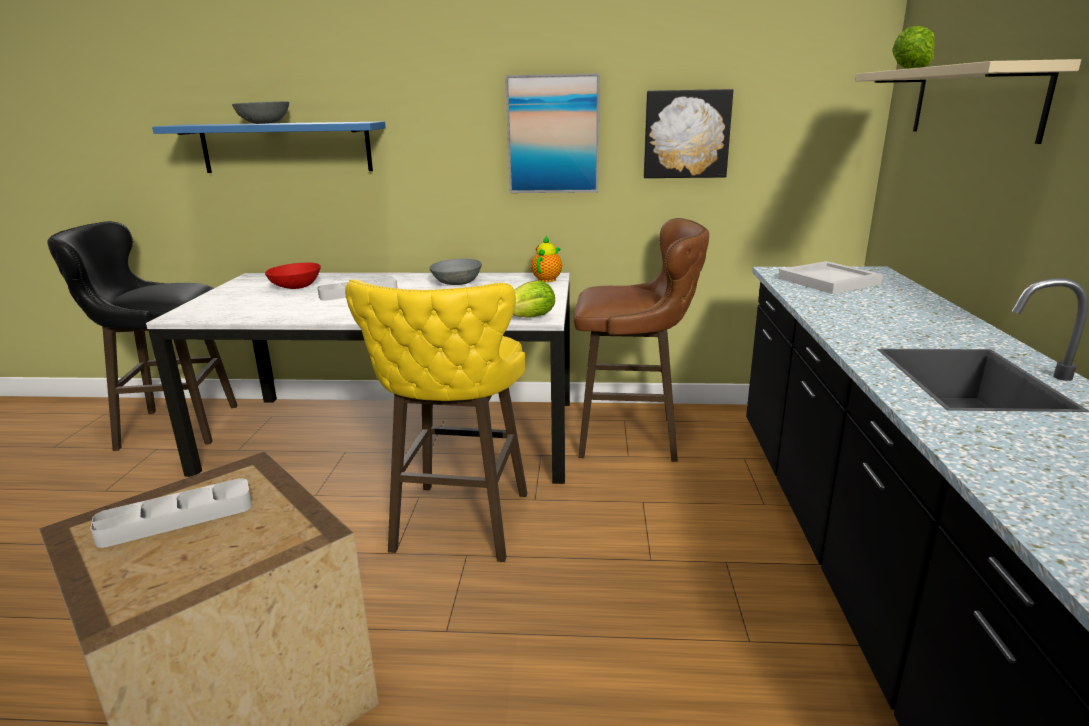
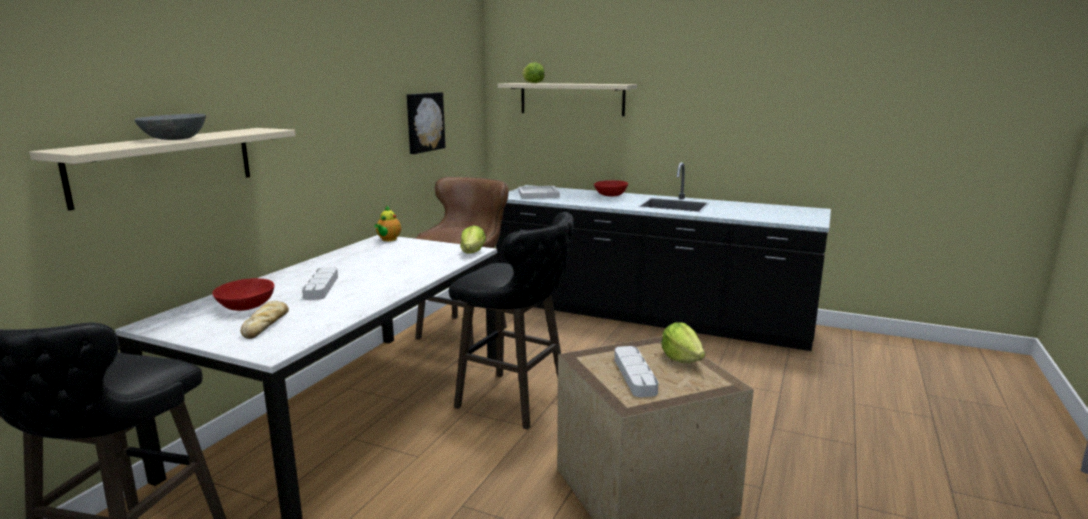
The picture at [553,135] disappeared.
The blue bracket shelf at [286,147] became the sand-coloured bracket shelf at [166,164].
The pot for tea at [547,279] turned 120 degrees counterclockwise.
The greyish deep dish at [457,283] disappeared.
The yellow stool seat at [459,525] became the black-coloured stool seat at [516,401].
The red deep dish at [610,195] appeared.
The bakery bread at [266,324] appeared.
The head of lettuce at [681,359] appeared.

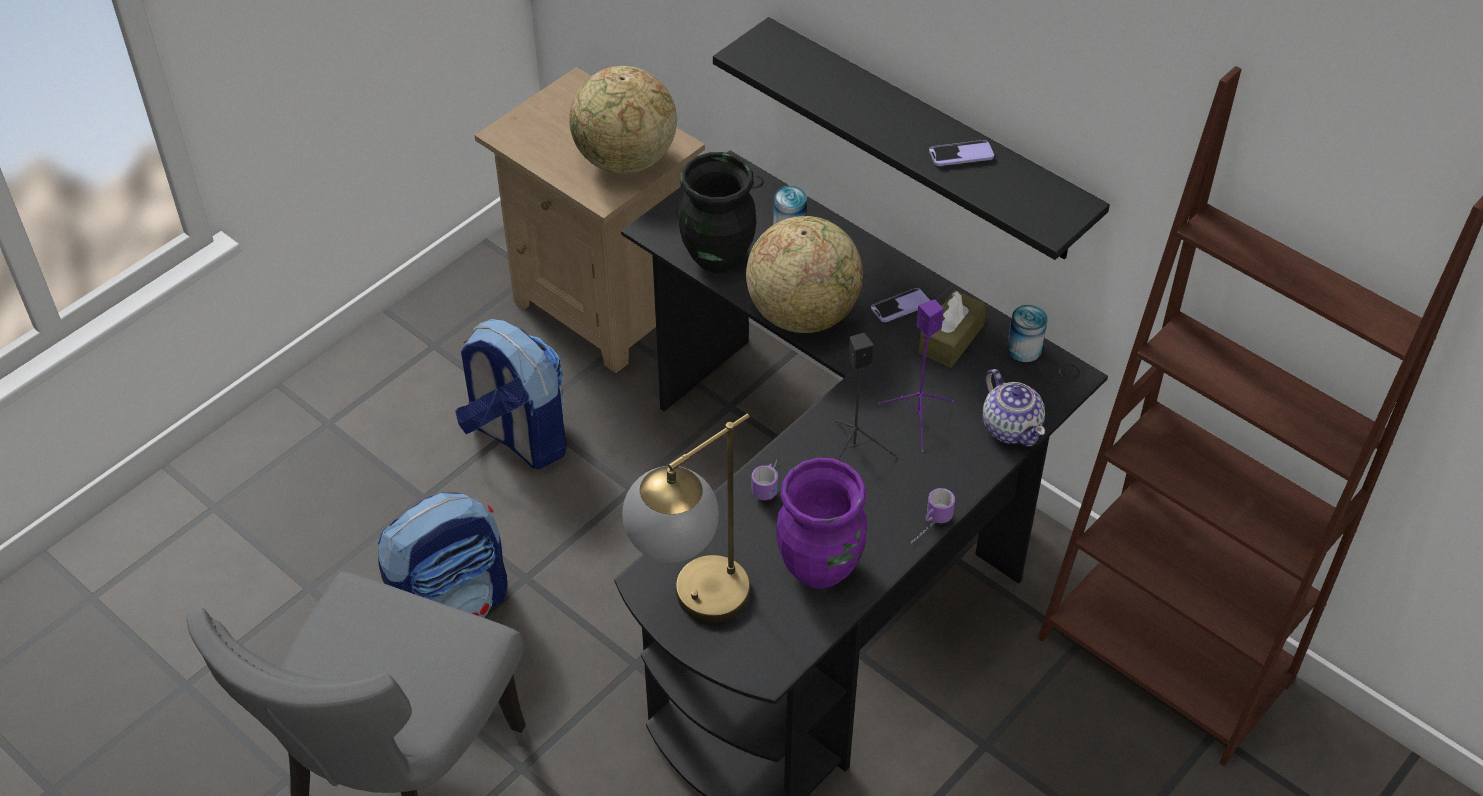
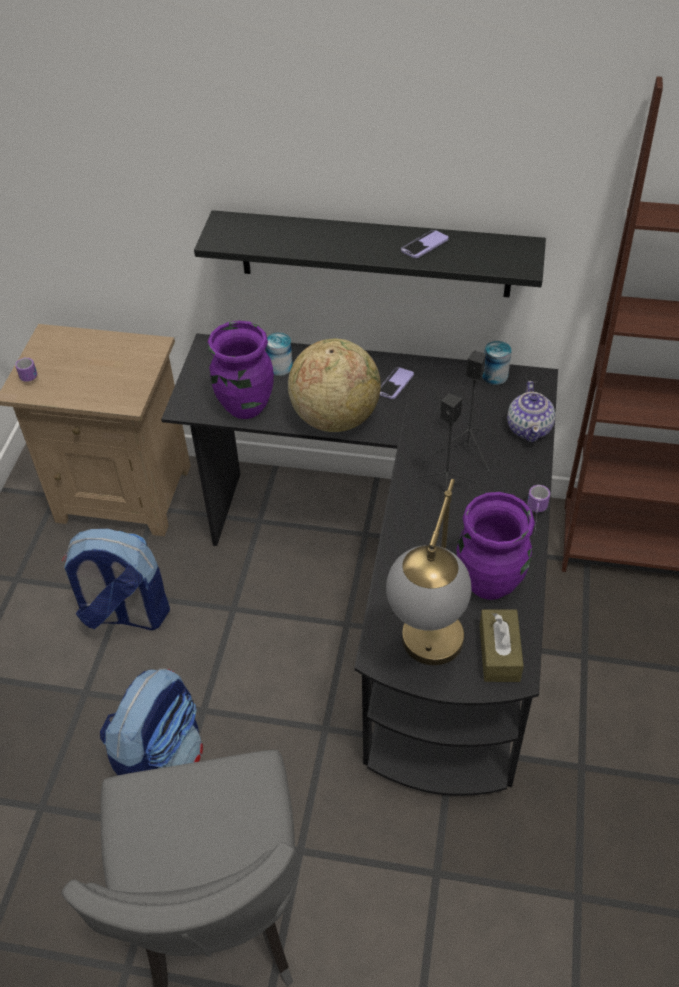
The globe at [625,160] disappeared.
The black-coloured decorative vase at [717,256] became the purple-coloured decorative vase at [245,406].
The brown tissue box moved from [951,339] to [499,653].
The purple-coloured loudspeaker at [918,419] became the black-coloured loudspeaker at [468,451].
The pot for tea at [1011,427] turned 60 degrees clockwise.
The coffee mug moved from [769,483] to [29,373].

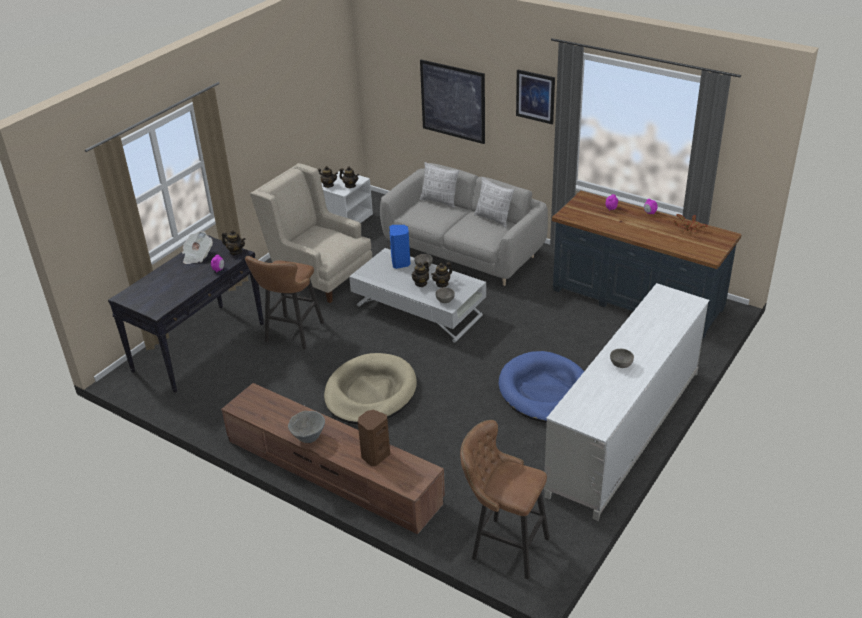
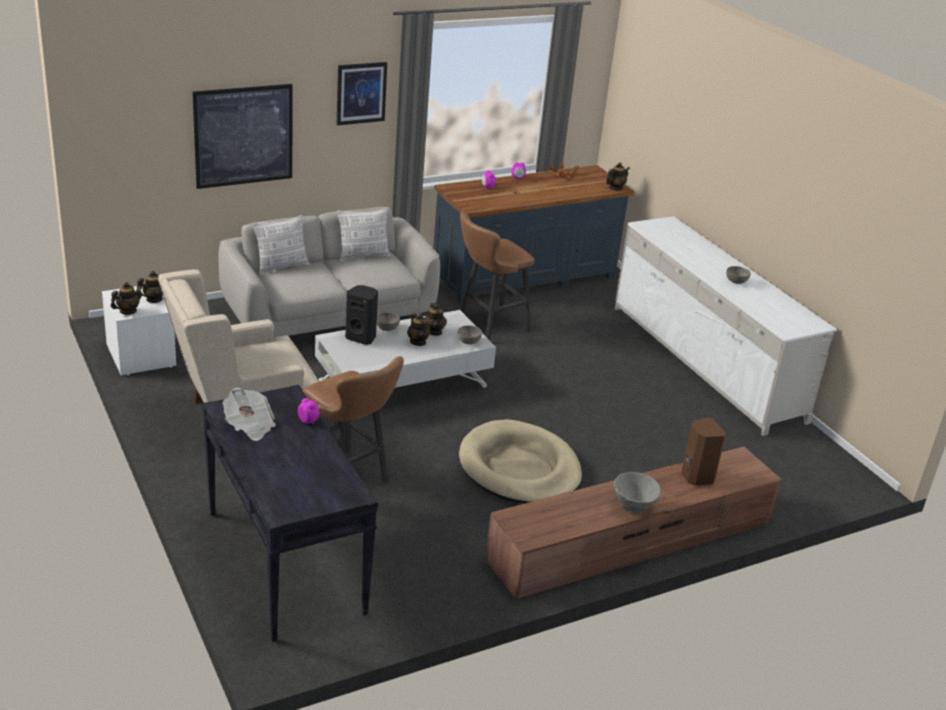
The blue loudspeaker at [401,263] became the black-coloured loudspeaker at [361,337].
The pot for tea moved from [236,252] to [615,188].
The blue dog cushion at [545,391] disappeared.
The brown stool seat moved from [502,545] to [487,328].

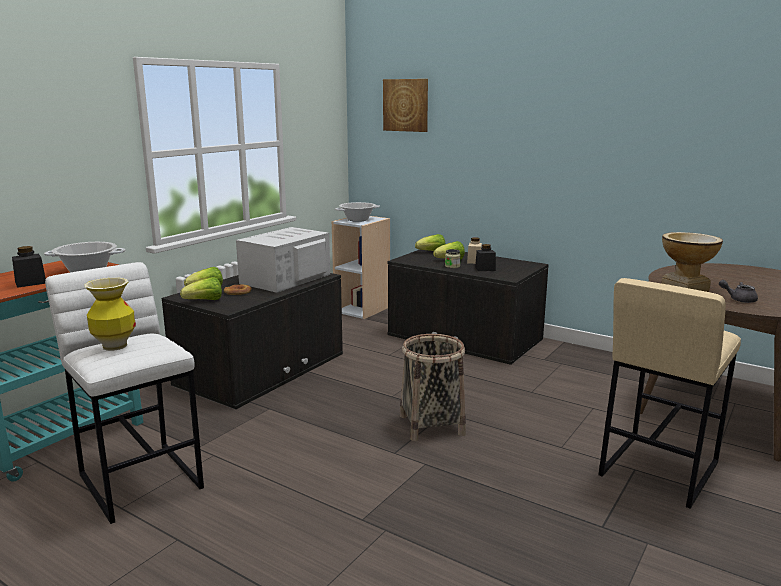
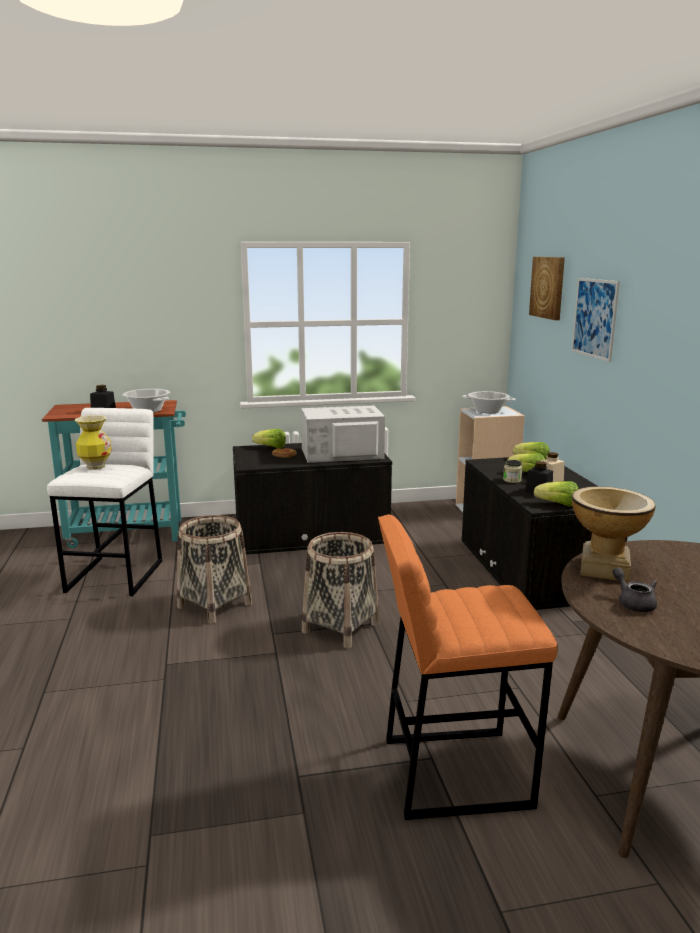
The head of lettuce moved from [204,301] to [558,504].
The sand-coloured stool seat at [658,470] became the orange-coloured stool seat at [452,773].
The picture at [594,318] appeared.
The household basket at [214,605] appeared.

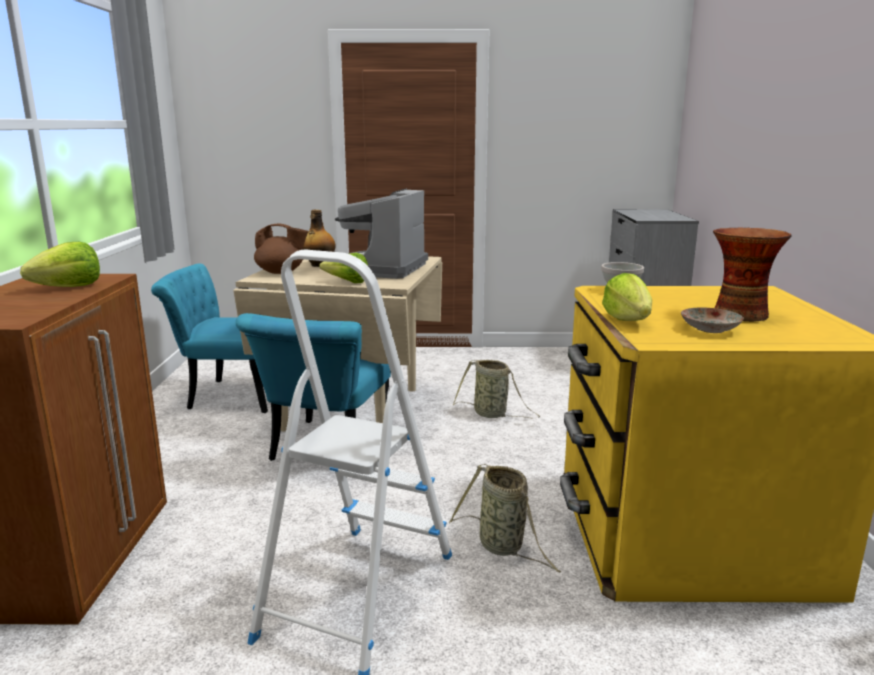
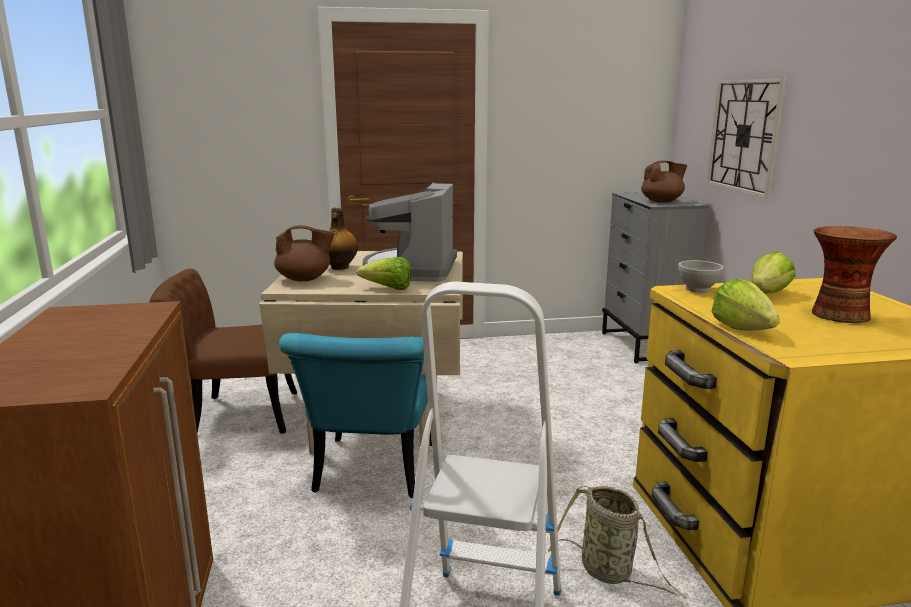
The head of lettuce moved from [69,287] to [767,293].
The turquoise-coloured plain chair at [229,395] became the brown plain chair at [233,414].
The flat dish at [709,329] disappeared.
The household basket at [492,414] disappeared.
The wall clock at [745,136] appeared.
The brown pot for tea at [662,201] appeared.

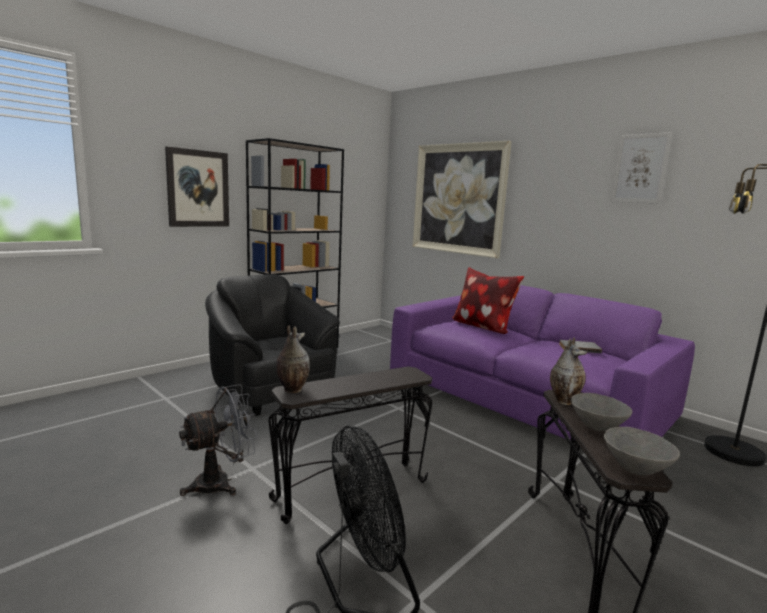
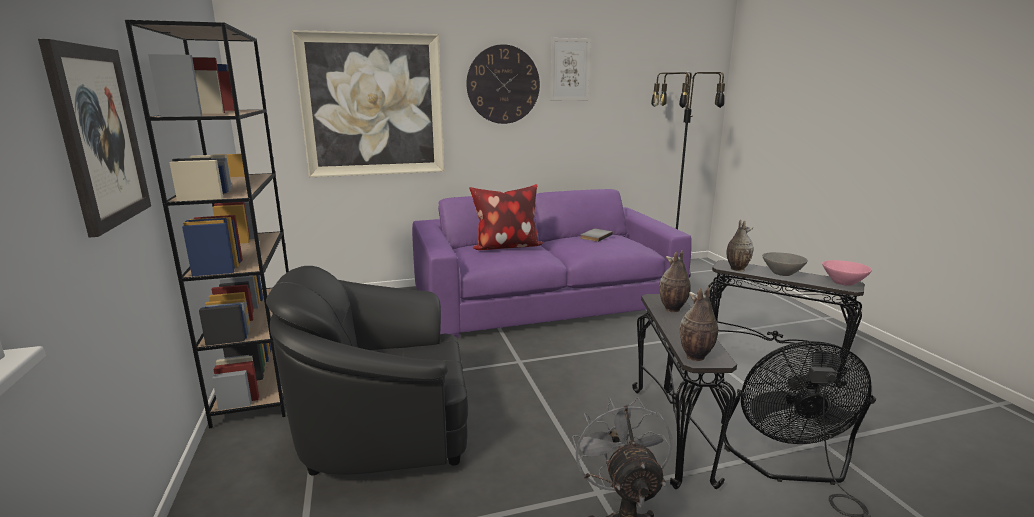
The greyish deep dish at [636,468] became the pinkish deep dish at [843,282].
The wall clock at [503,84] appeared.
The decorative vase at [672,309] appeared.

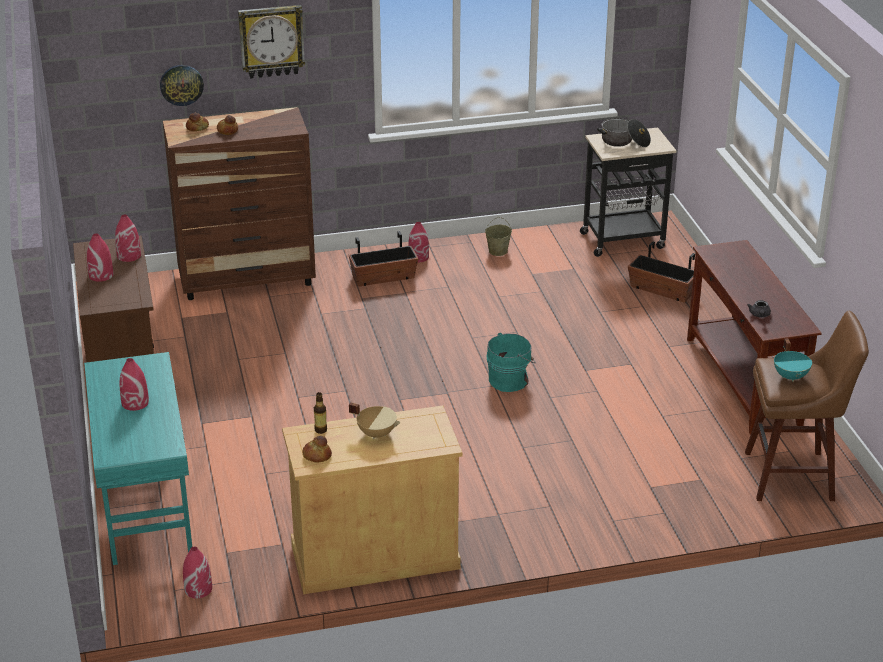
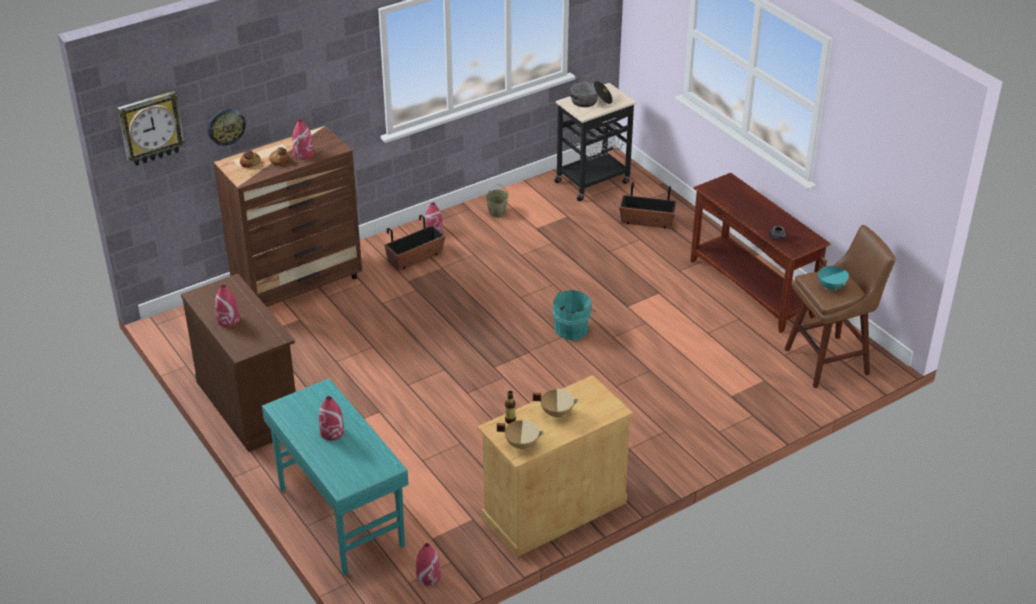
The wall clock moved from [271,41] to [150,128].
The red decorative vase moved from [129,255] to [303,154].
The bakery bread at [317,455] was replaced by the sand-coloured stockpot at [521,444].

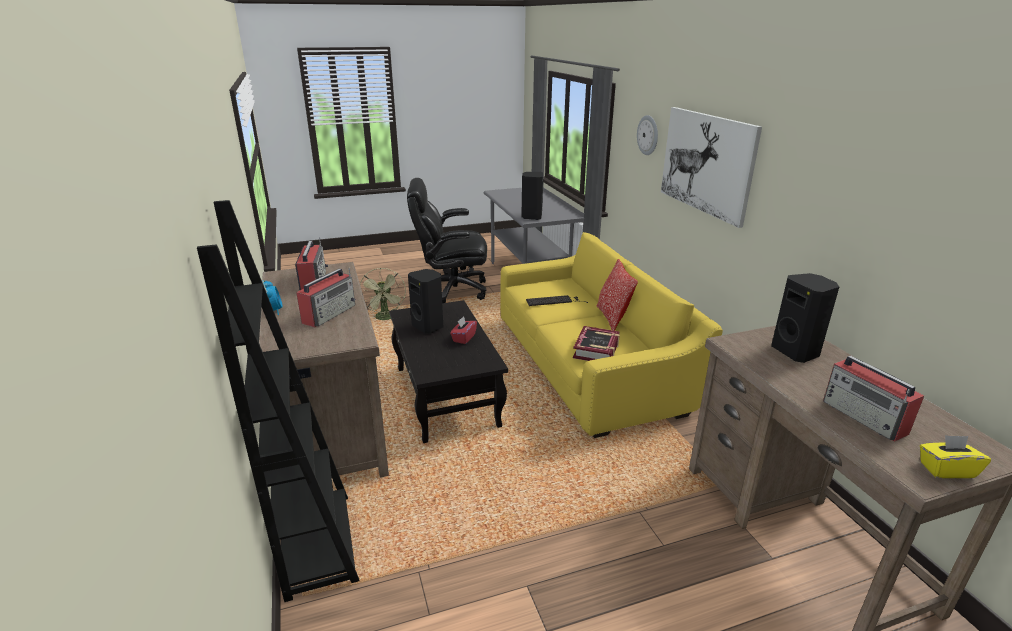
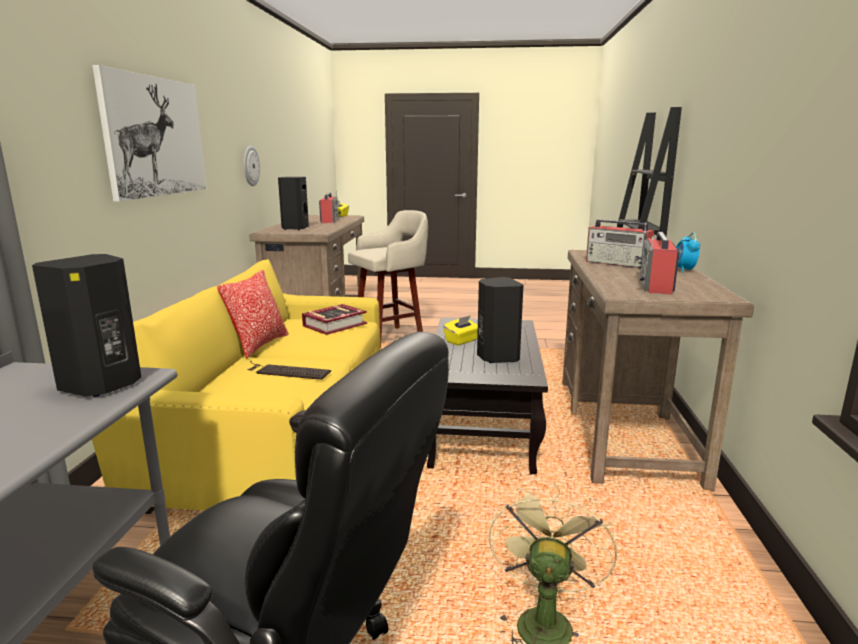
The wall clock moved from [648,135] to [250,166].
The radio at [330,313] turned 105 degrees counterclockwise.
The red tissue box at [463,338] became the yellow tissue box at [462,341].
The sand-coloured stool seat at [391,337] appeared.

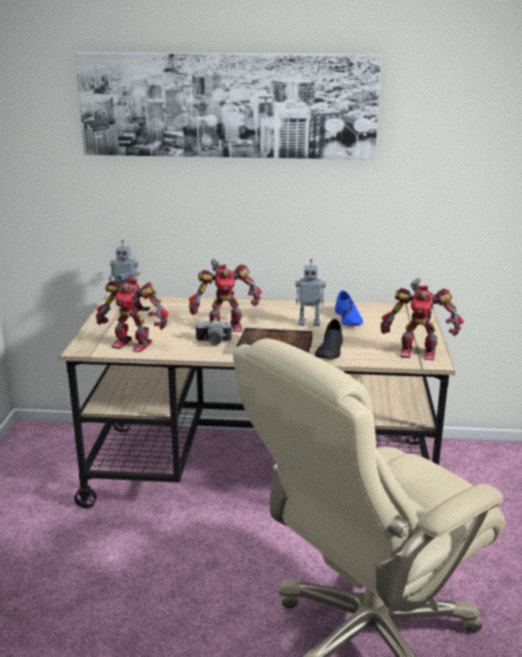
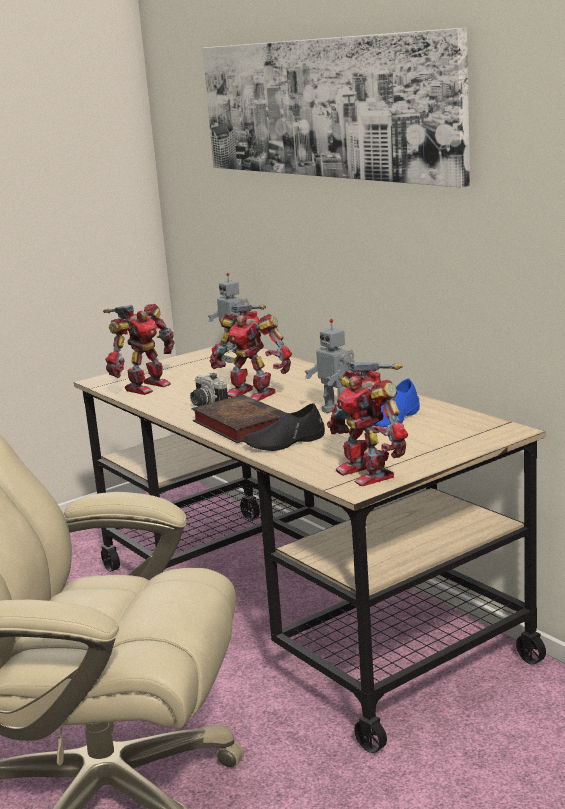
The toy robot at [133,343] turned 120 degrees counterclockwise.

